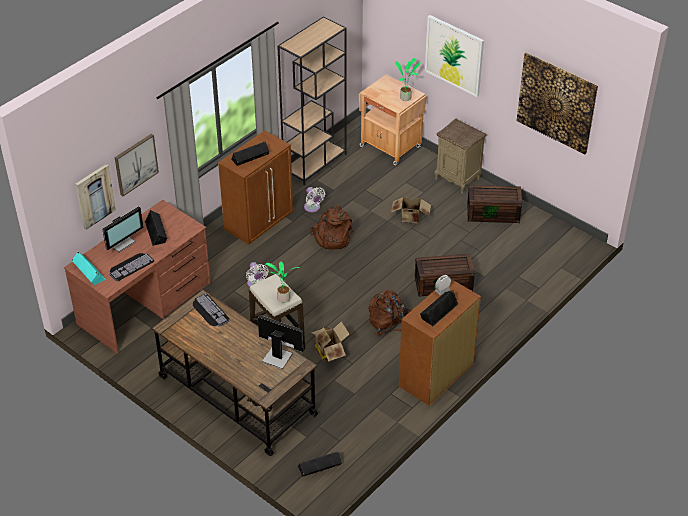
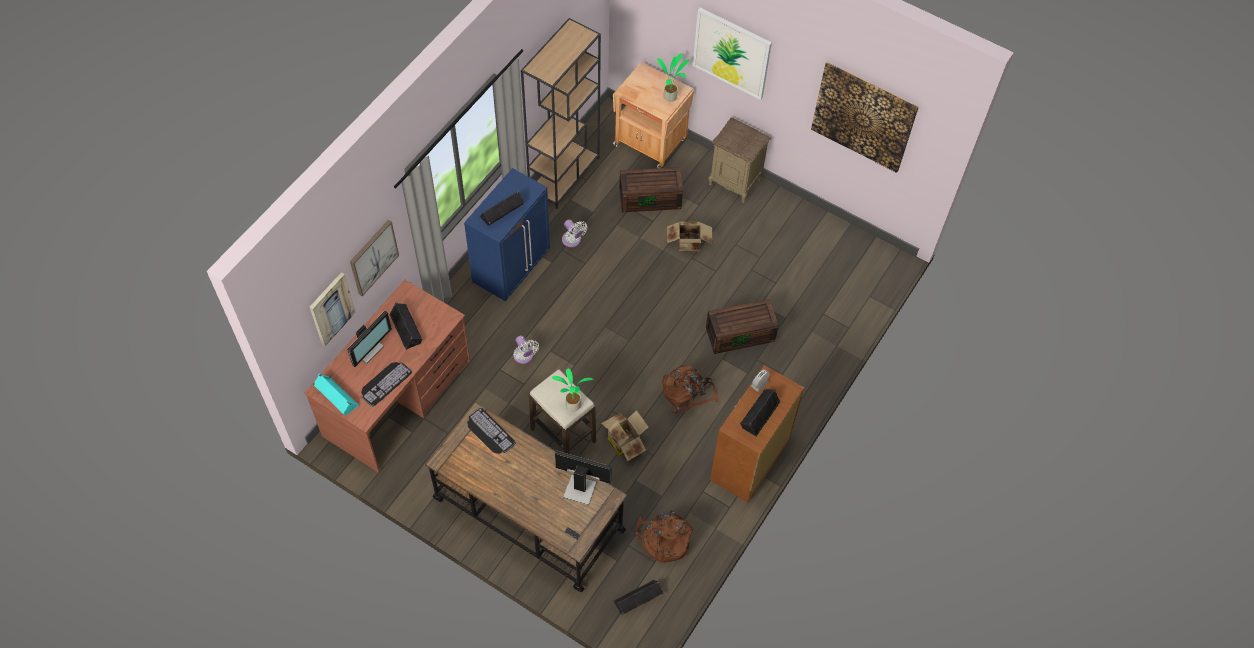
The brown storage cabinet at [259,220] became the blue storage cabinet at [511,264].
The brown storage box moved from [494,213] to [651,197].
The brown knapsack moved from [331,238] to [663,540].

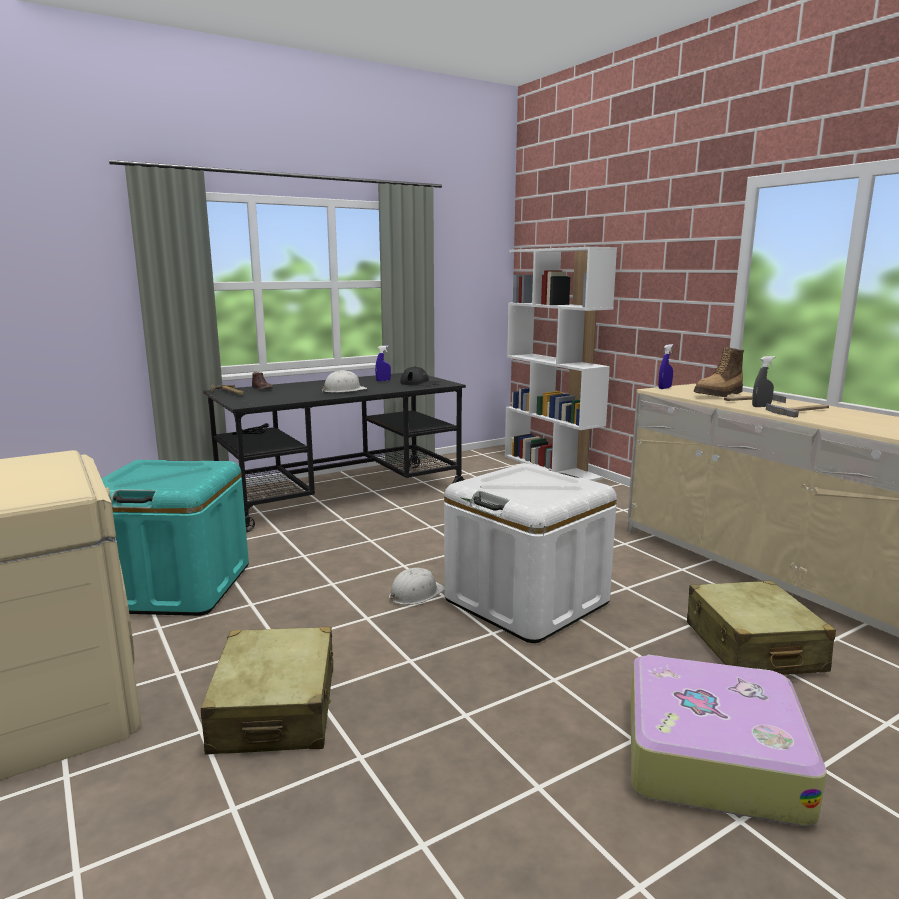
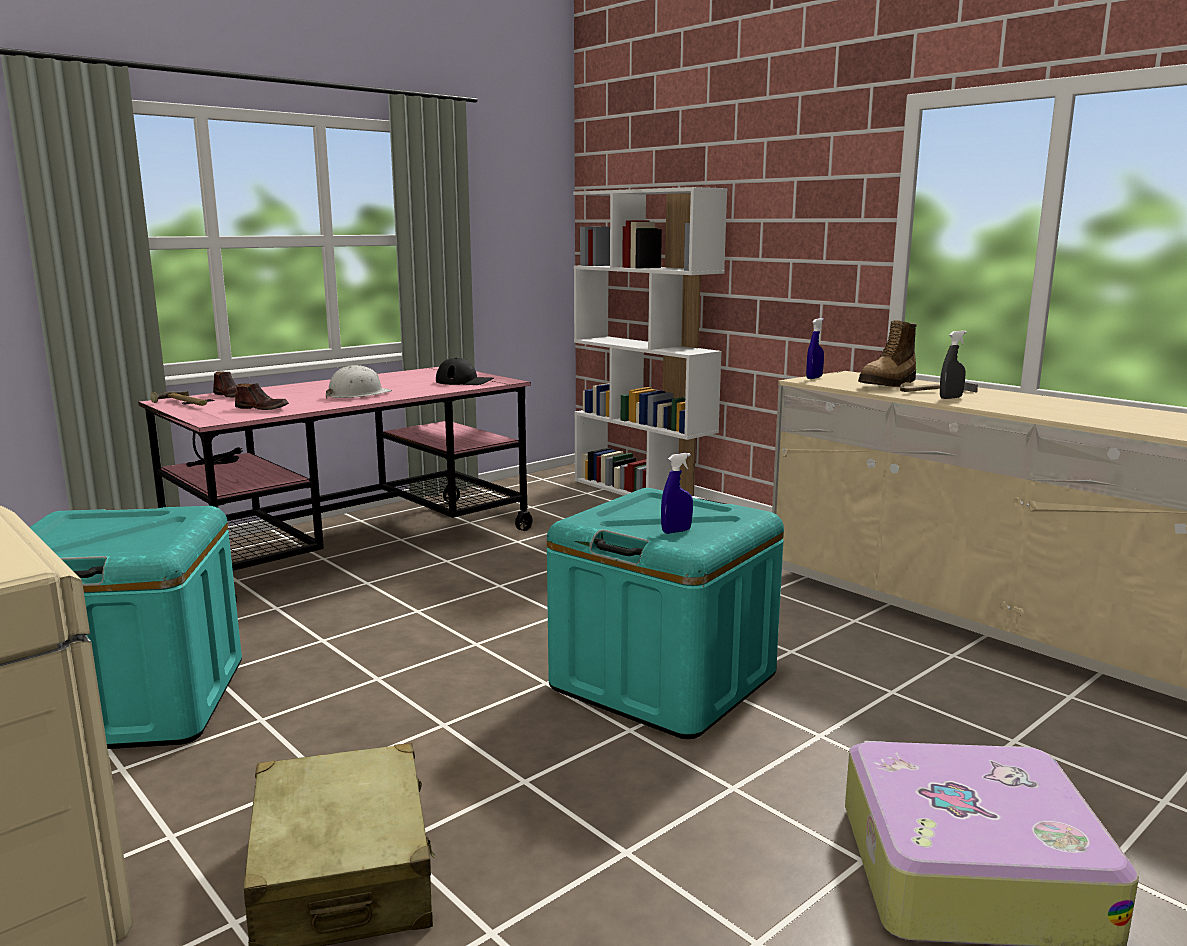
The blue spray bottle moved from [383,380] to [676,531].
The black-coloured desk table at [341,495] became the pinkish desk table at [355,547].
The hand hammer at [801,411] disappeared.
The white-coloured storage box at [526,601] became the turquoise-coloured storage box at [663,681].
The white-coloured work helmet at [415,594] disappeared.
The sand-coloured suitcase at [752,647] disappeared.
The brown low shoe at [262,408] appeared.

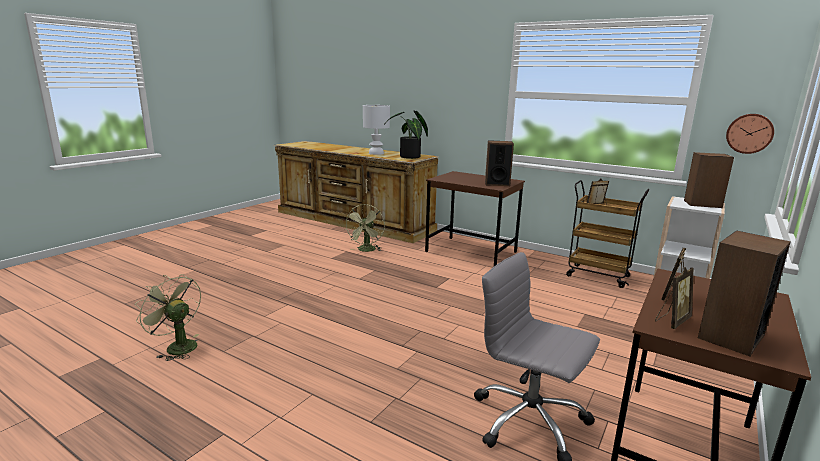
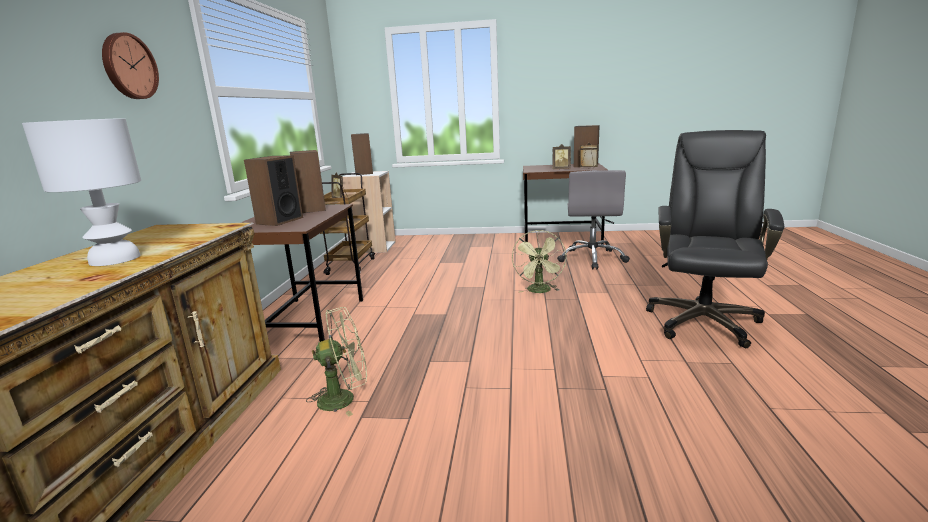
The potted plant at [409,157] disappeared.
The wall clock moved from [749,133] to [128,66].
The green-coloured fan moved from [176,346] to [540,291].
The black-coloured computer chair at [703,324] appeared.
The loudspeaker at [279,221] appeared.

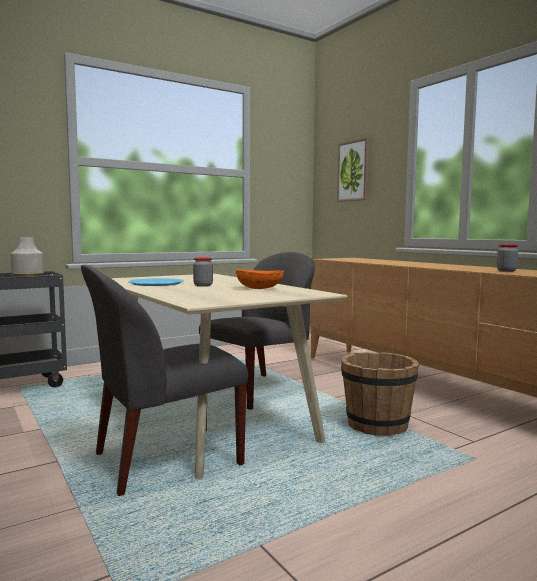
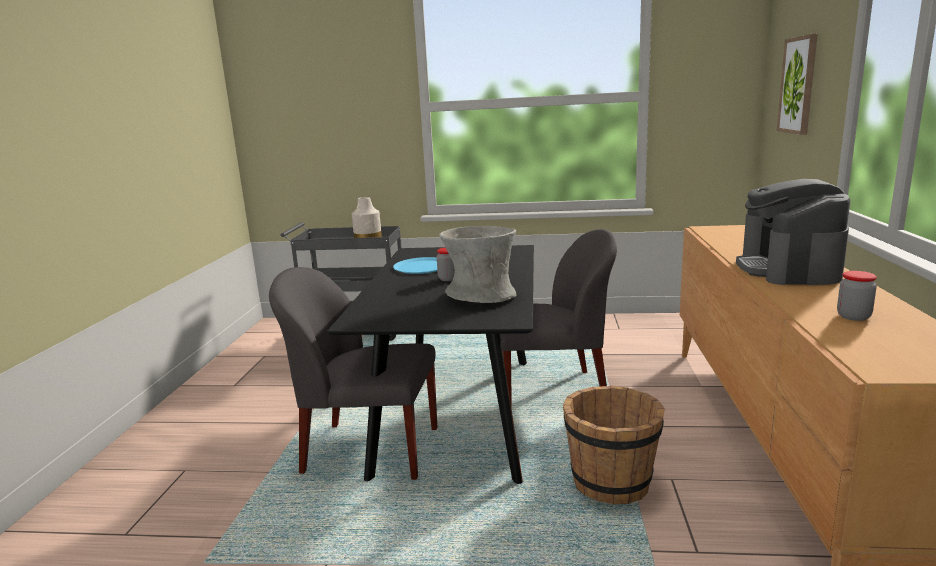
The orange-coloured deep dish at [259,288] was replaced by the greyish decorative vase at [481,296].
The sand-coloured kitchen table at [208,417] became the black-coloured kitchen table at [460,412].
The coffee maker at [788,269] appeared.

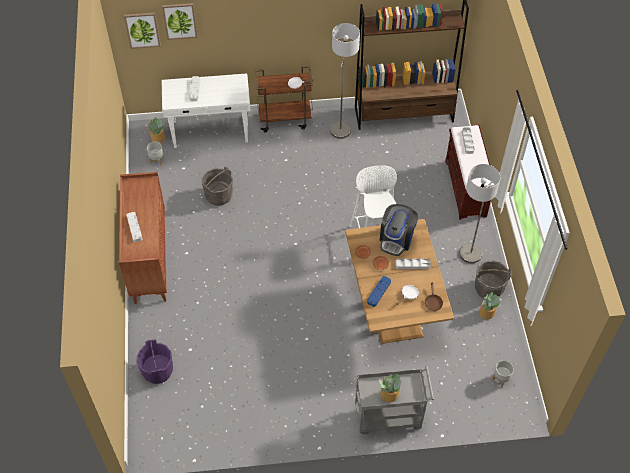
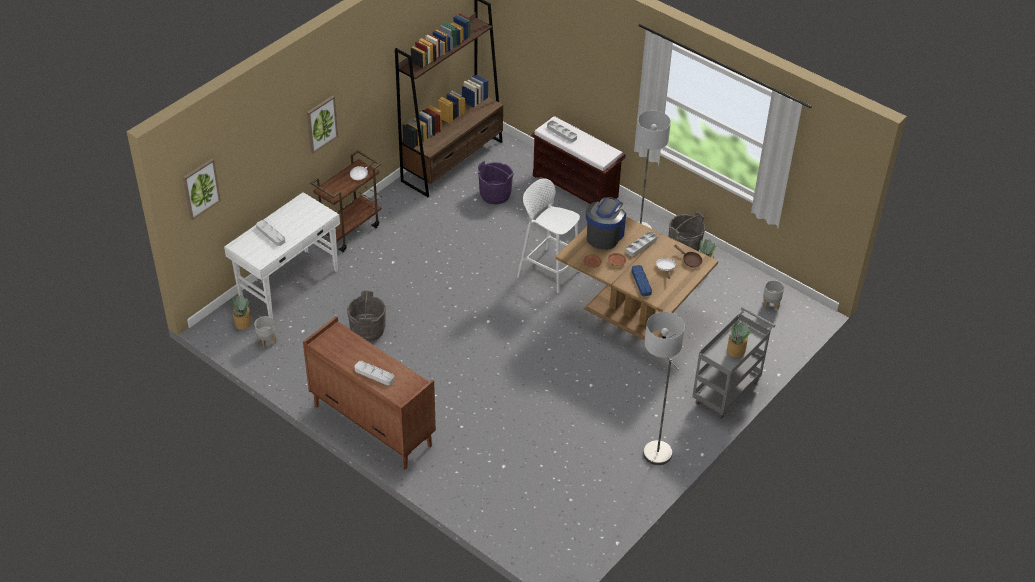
The picture moved from [180,20] to [321,124].
The greyish standard lamp moved from [341,126] to [652,447].
The coffee maker at [396,239] turned 135 degrees counterclockwise.
The purple-coloured pail moved from [157,371] to [495,195].

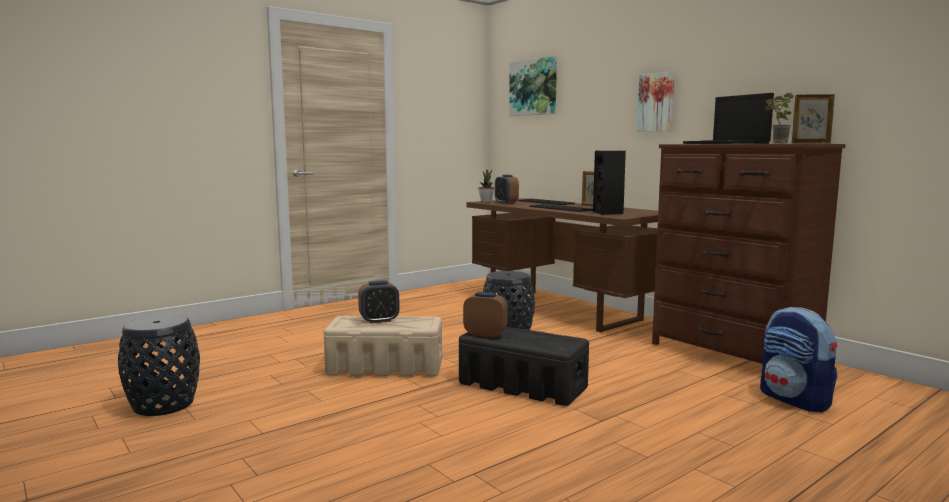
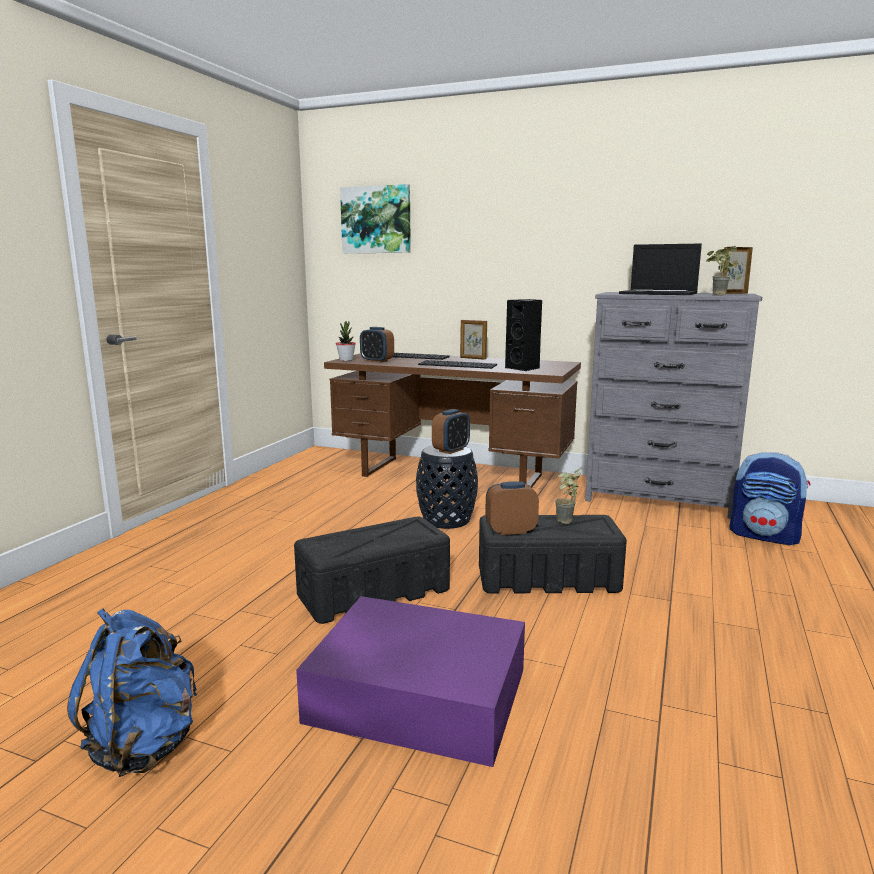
The picture at [657,102] disappeared.
The brown chest of drawers at [731,354] became the greyish chest of drawers at [658,498].
The bedside clock moved from [379,320] to [451,450].
The black-coloured stool seat at [163,405] was replaced by the blue knapsack at [144,744].
The sand-coloured storage box at [386,367] became the black-coloured storage box at [375,592].
The potted plant at [565,523] appeared.
The purple-coloured storage box at [415,694] appeared.

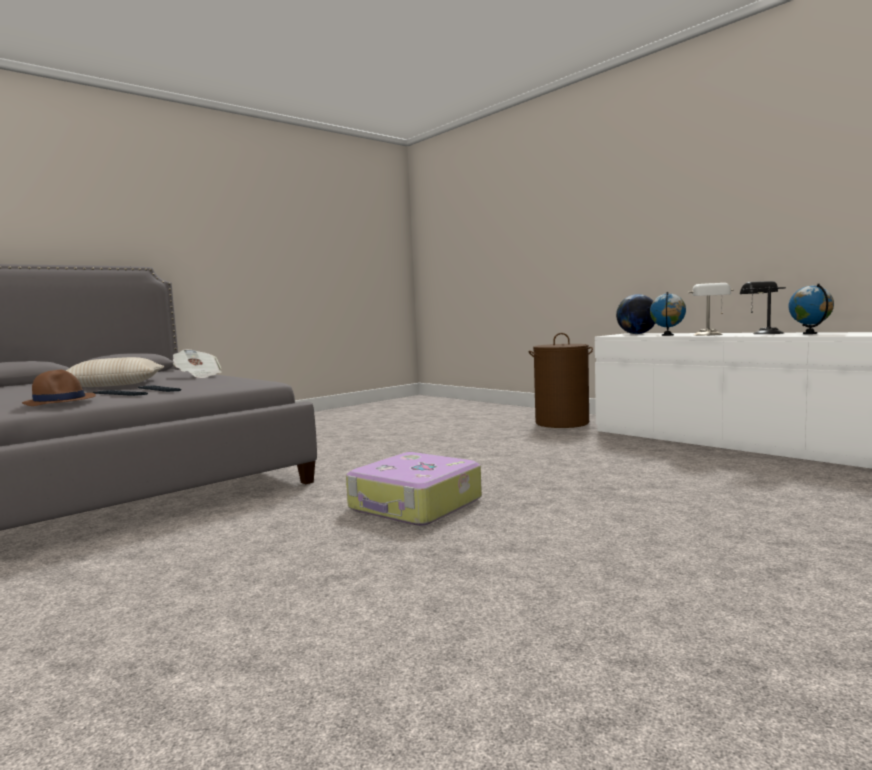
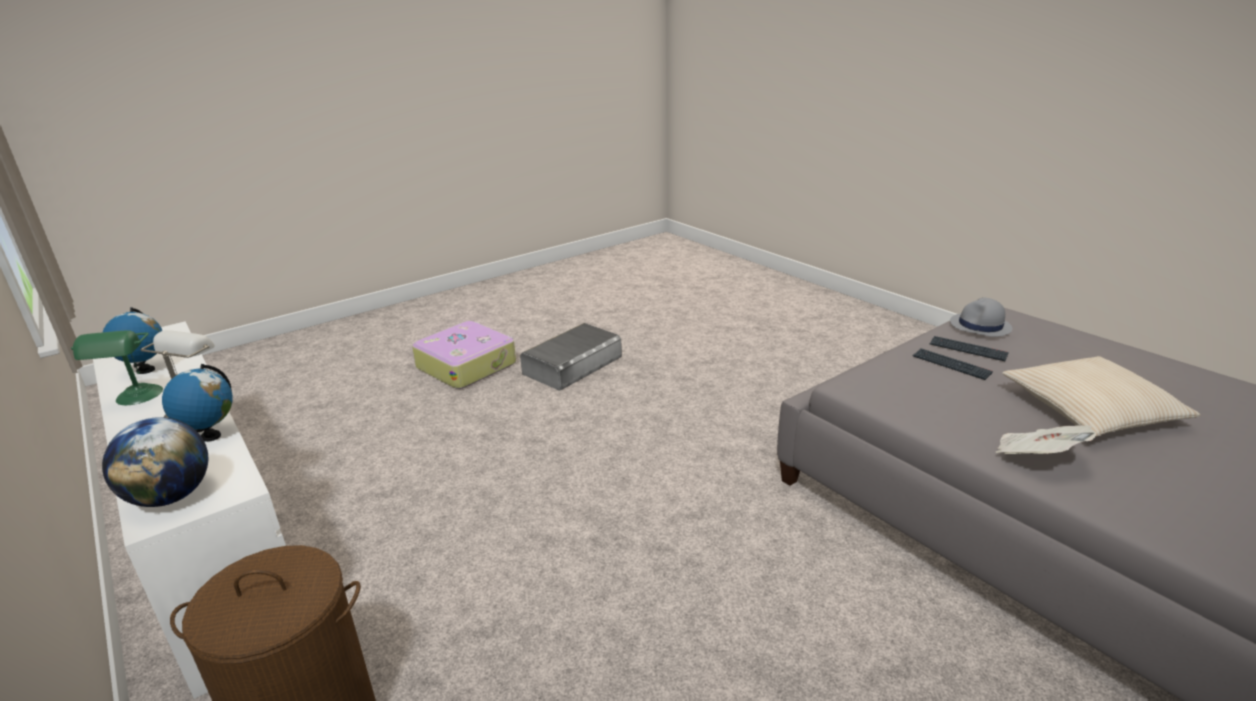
The black-coloured tabletop lamp at [763,333] became the green-coloured tabletop lamp at [136,399].
The brown hat at [60,401] became the greyish hat at [980,326].
The suitcase moved from [415,505] to [467,365].
The greyish storage box at [572,365] appeared.

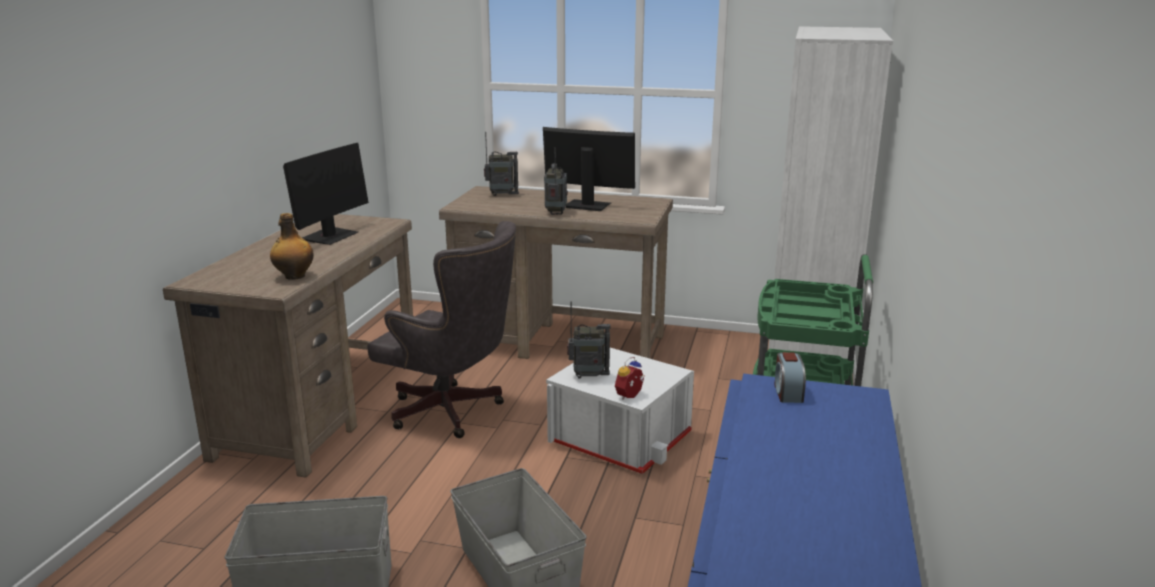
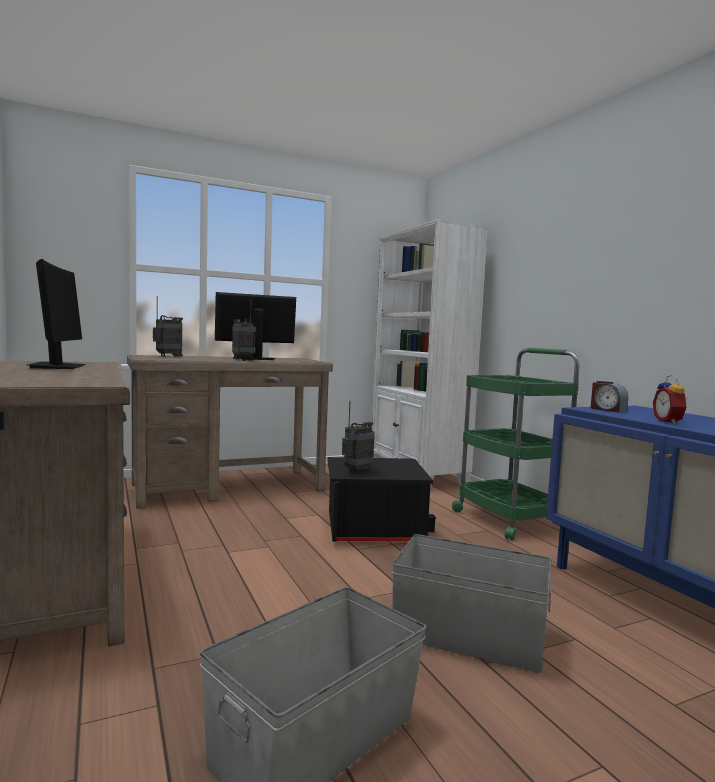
The bottle at [294,276] disappeared.
The greyish computer chair at [451,412] disappeared.
The white-coloured storage box at [620,438] became the black-coloured storage box at [374,528].
The bedside clock moved from [631,396] to [670,422].

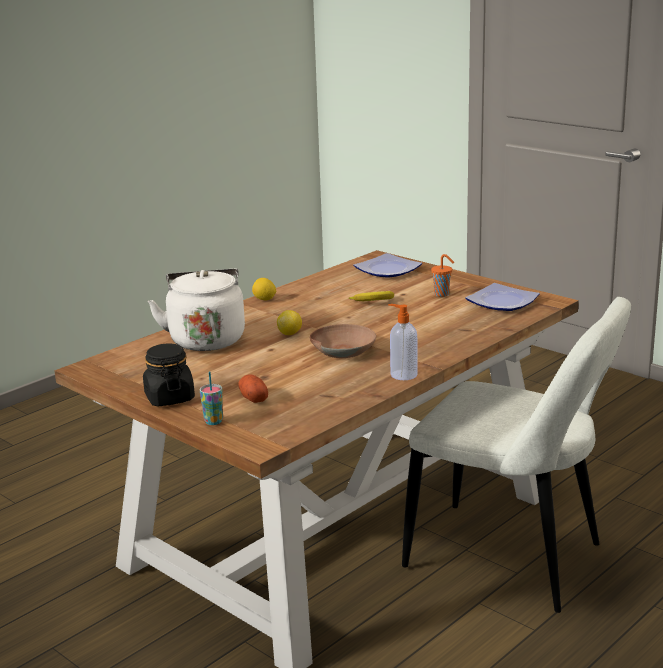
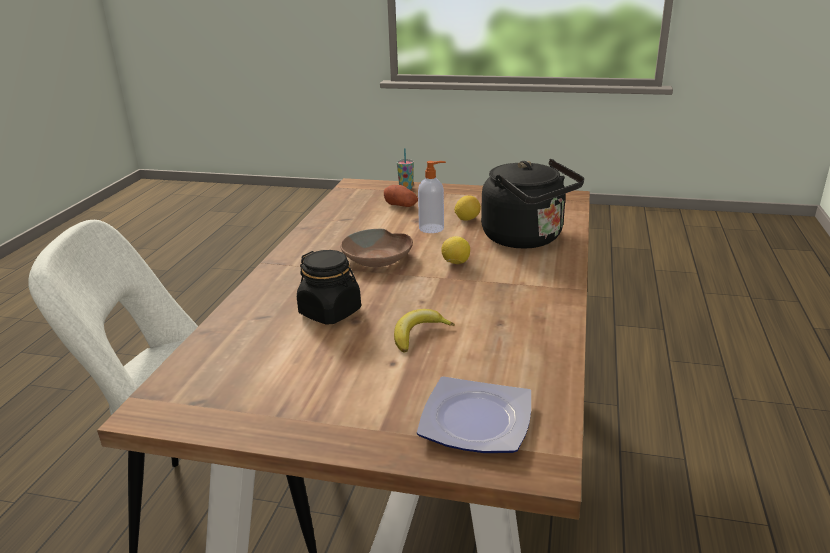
The orange-coloured drinking cup at [442,294] disappeared.
The white-coloured water kettle at [206,339] became the black-coloured water kettle at [527,239].
The lemon moved from [264,299] to [467,219].
The flat dish at [502,302] disappeared.
The liquid soap bottle moved from [402,375] to [432,228].
The black-coloured preserve jar moved from [169,398] to [330,312].

